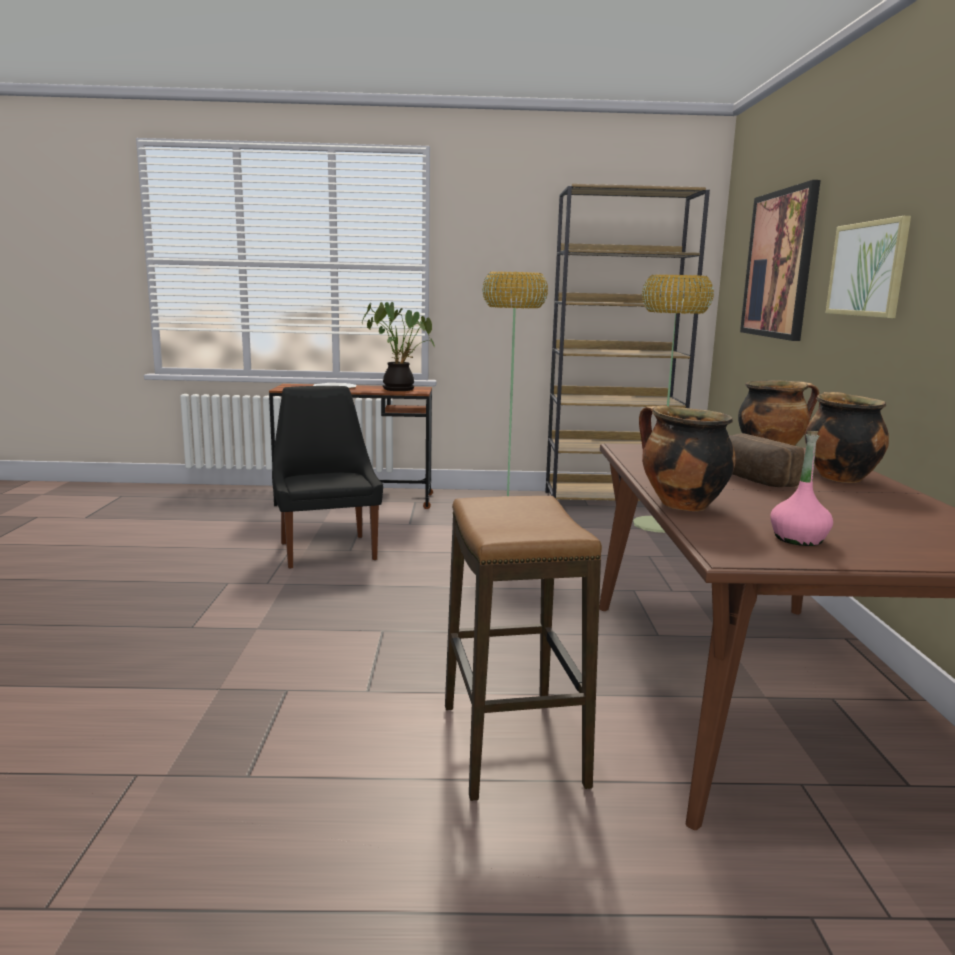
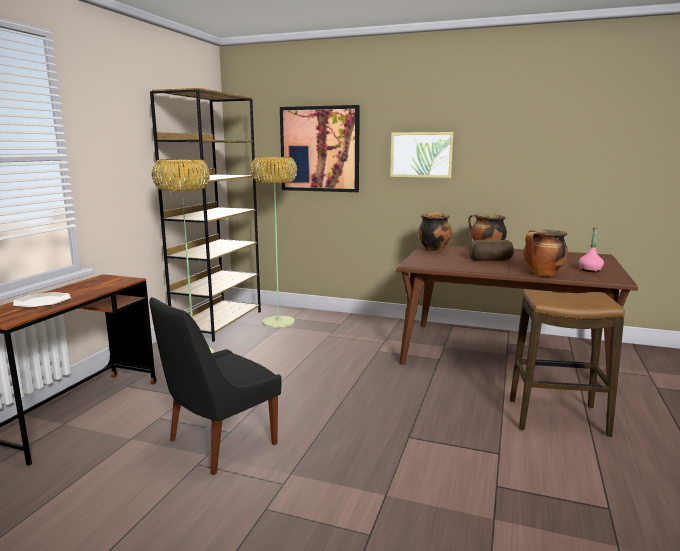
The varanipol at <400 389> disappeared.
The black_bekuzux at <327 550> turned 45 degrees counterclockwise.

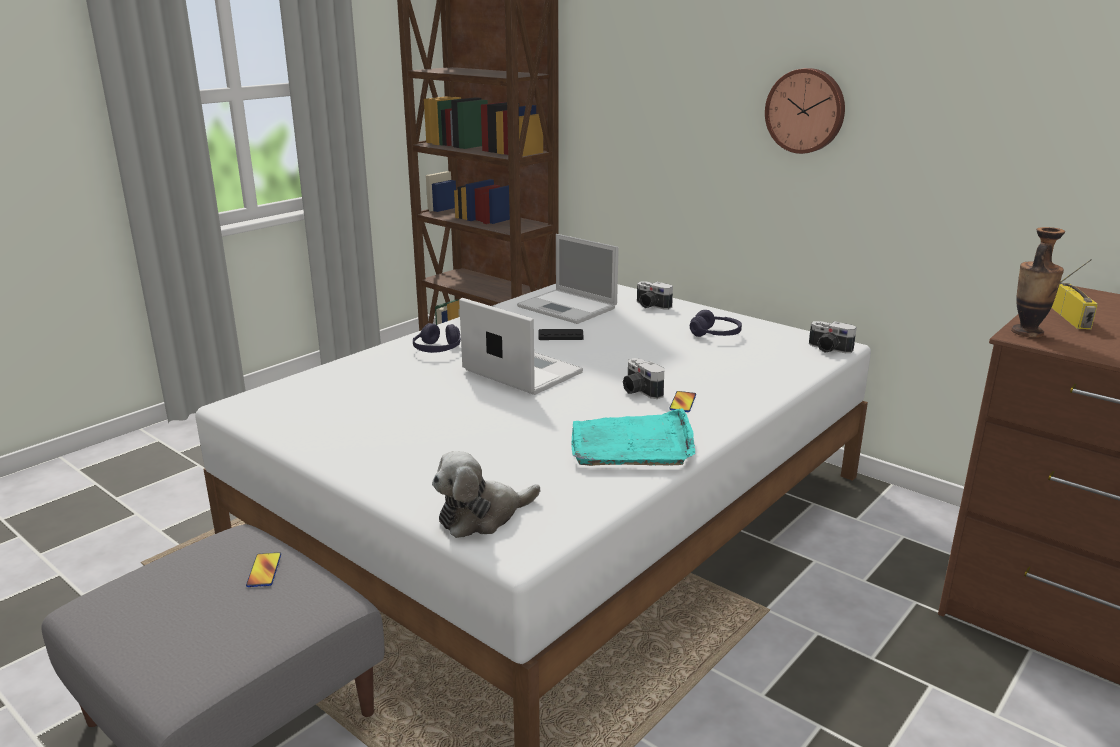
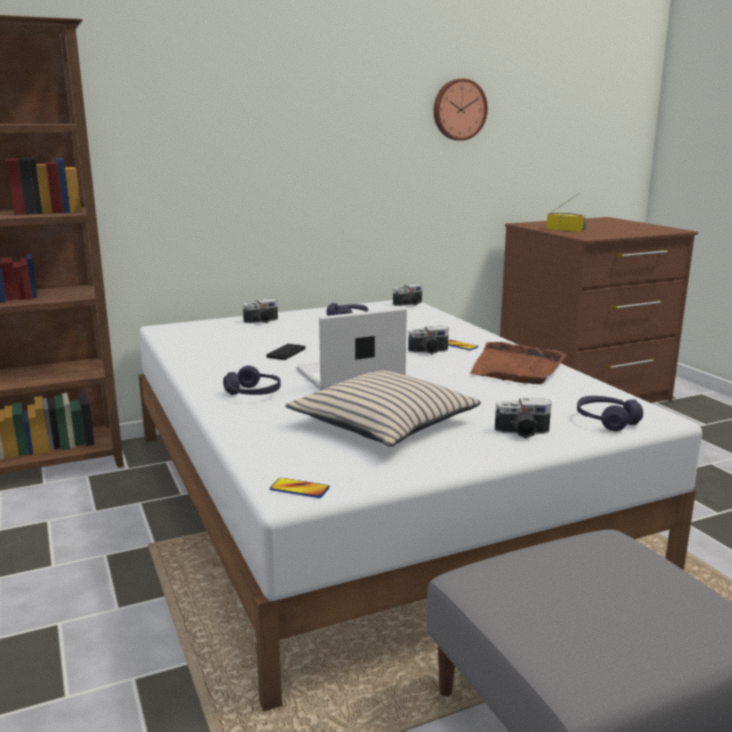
The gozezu moved from <806 110> to <458 110>.
The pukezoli at <1027 332> disappeared.
The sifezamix at <568 307> disappeared.
The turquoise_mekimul at <632 444> became the brown_mekimul at <516 367>.
The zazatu at <482 516> was replaced by the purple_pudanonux at <606 421>.
The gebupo moved from <264 570> to <299 489>.
The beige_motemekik at <384 423> appeared.
The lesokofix at <522 433> appeared.

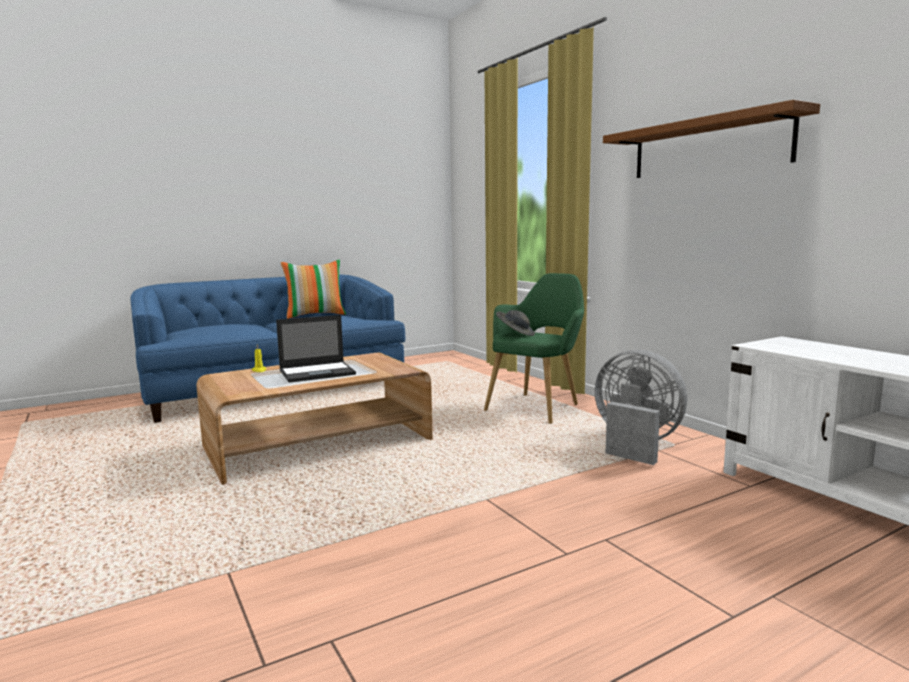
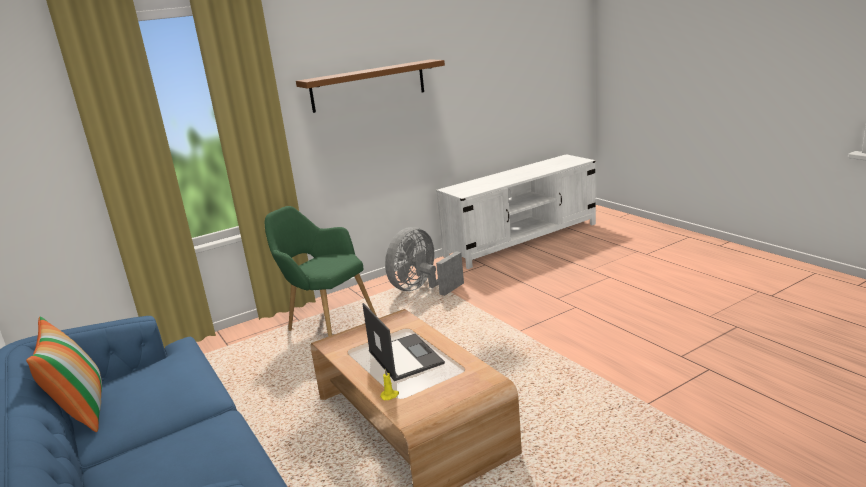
The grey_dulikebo at <515 334> disappeared.

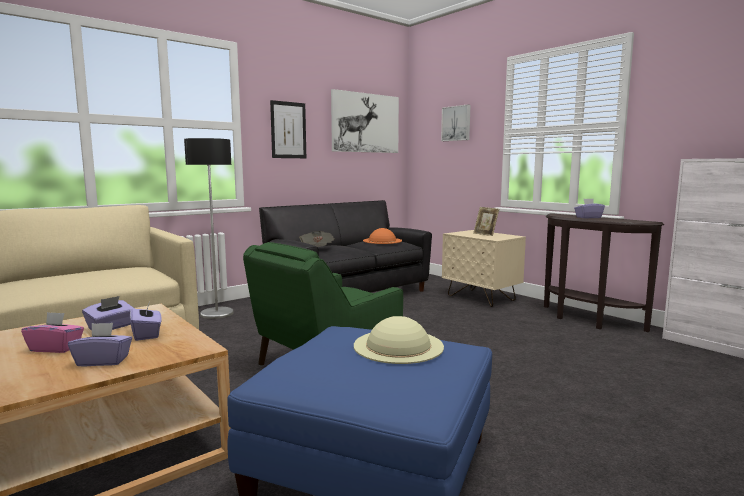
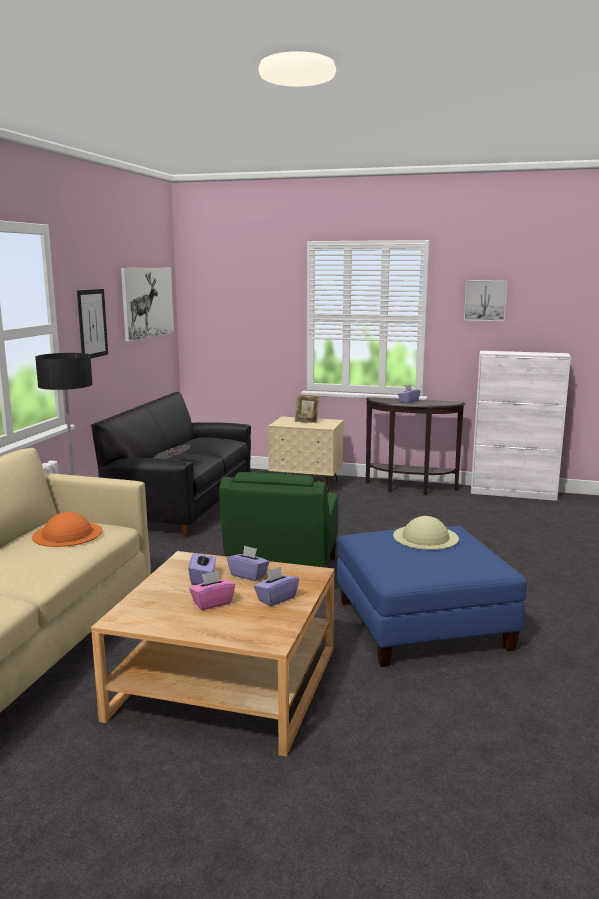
The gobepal moved from <456 123> to <485 300>.
The orange_dulikebo moved from <382 240> to <67 534>.

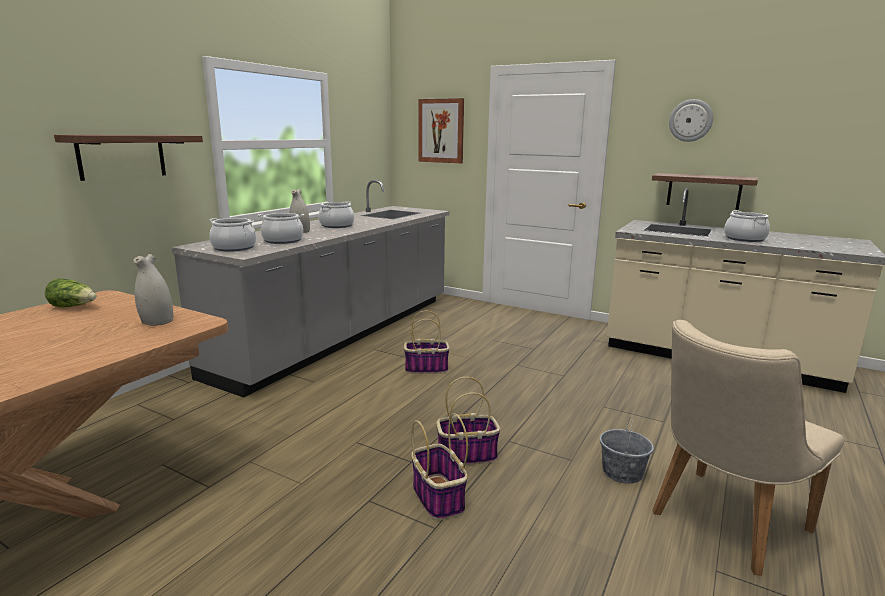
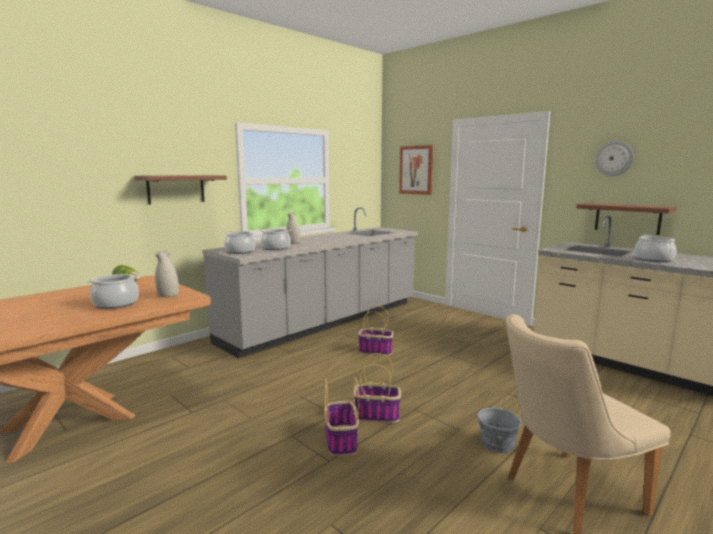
The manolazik moved from <337 226> to <116 304>.

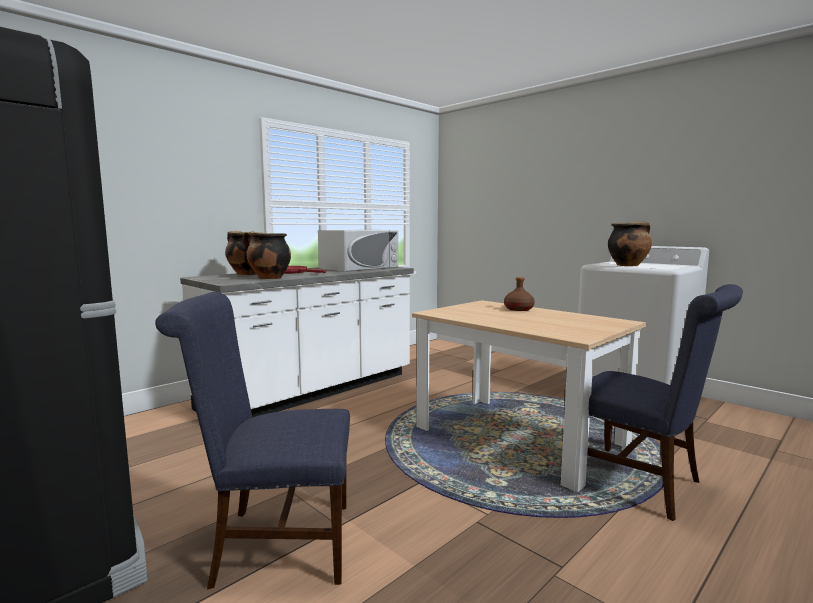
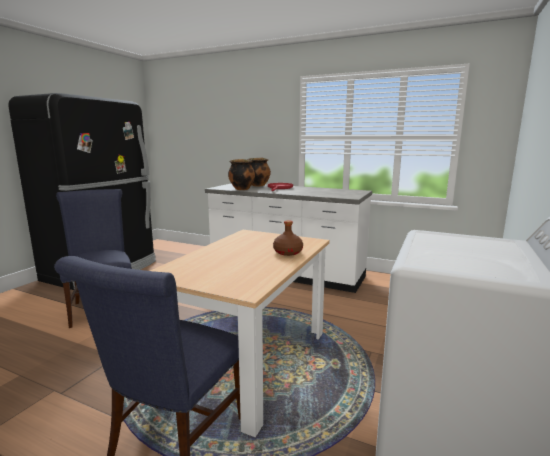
The manolazik at <628 265> disappeared.
The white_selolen at <359 267> disappeared.

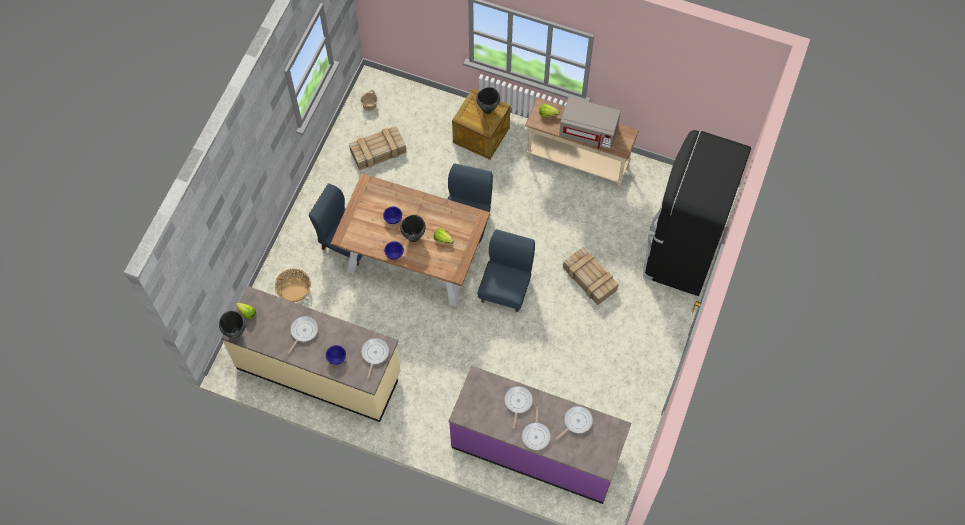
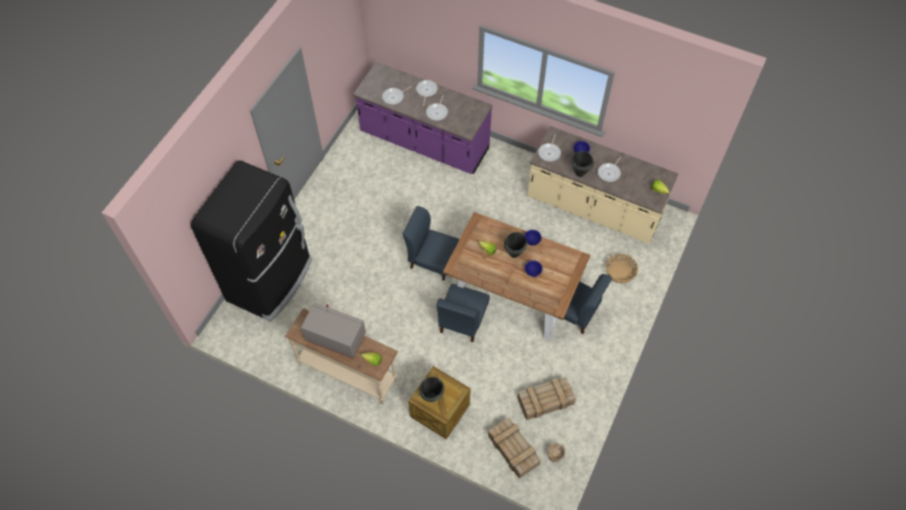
The blue_bekuzux at <506 288> turned 90 degrees clockwise.
The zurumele moved from <588 278> to <514 450>.
The black_manolazik moved from <236 333> to <579 173>.

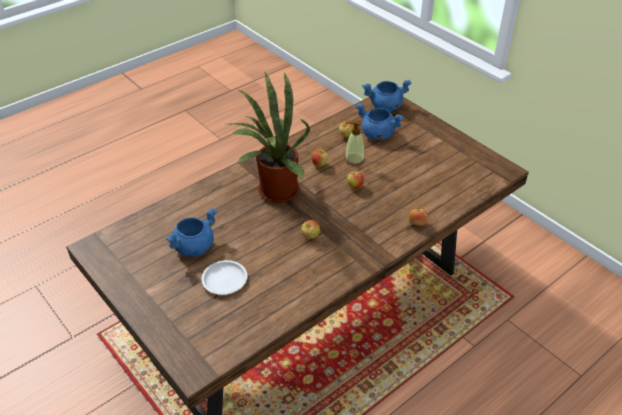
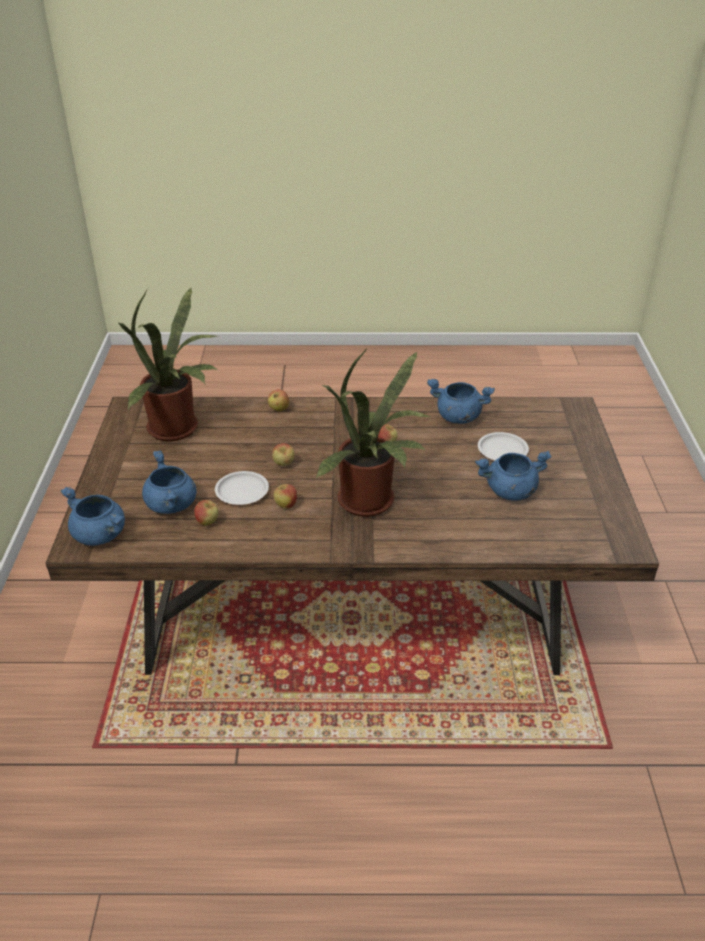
The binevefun at <354 159> was replaced by the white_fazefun at <242 491>.
The varanipol at <178 430> appeared.
The blue_manolazik at <457 417> appeared.

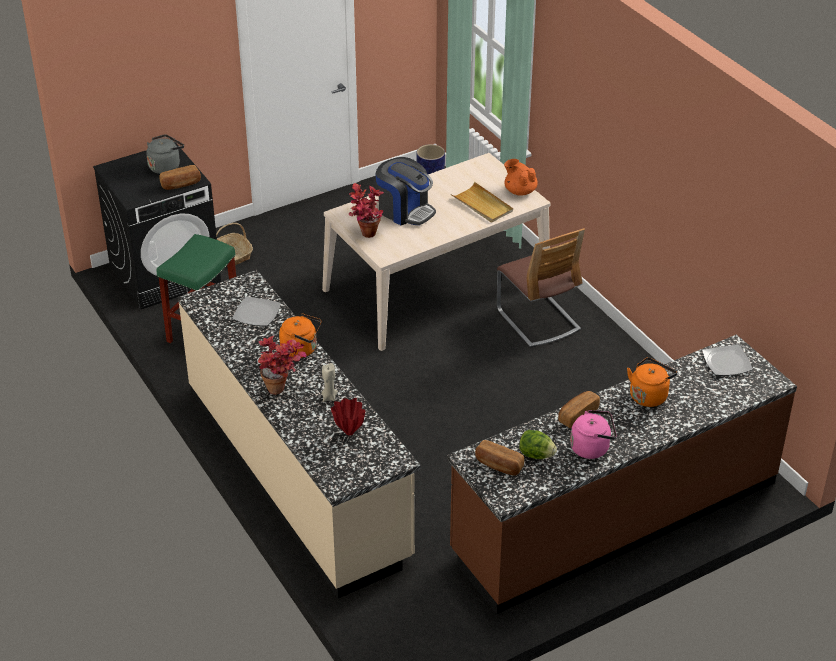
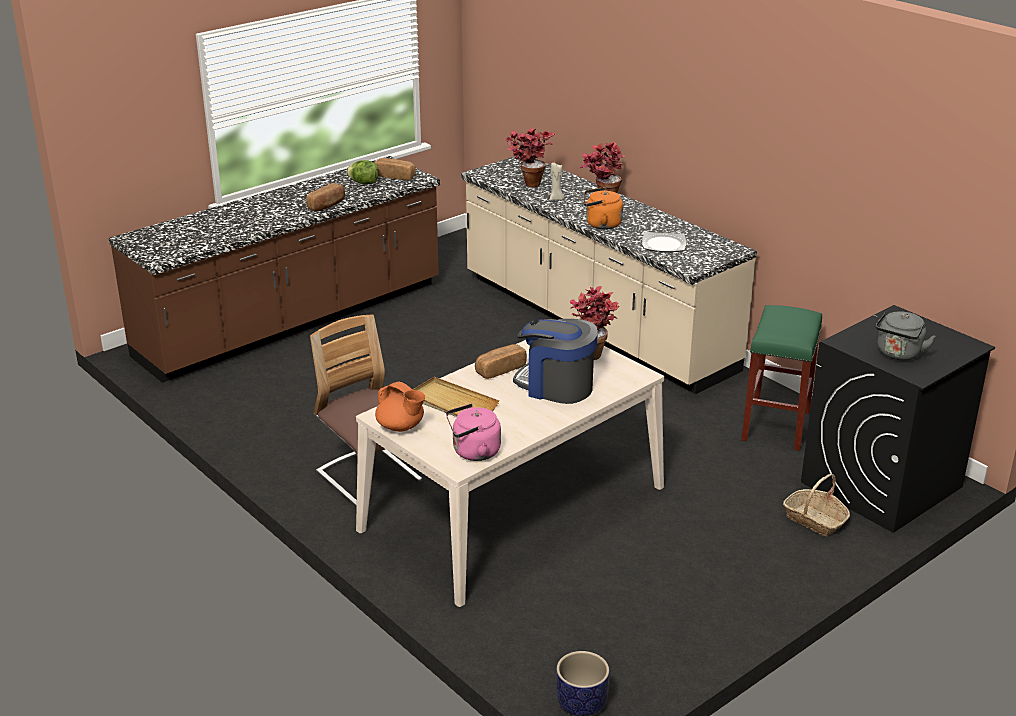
The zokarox moved from <181 184> to <500 369>.
The fazefun at <726 362> disappeared.
The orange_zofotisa at <649 395> disappeared.
The red_pukezoli at <349 432> was replaced by the varanipol at <528 183>.
The pink_zofotisa moved from <592 447> to <473 452>.

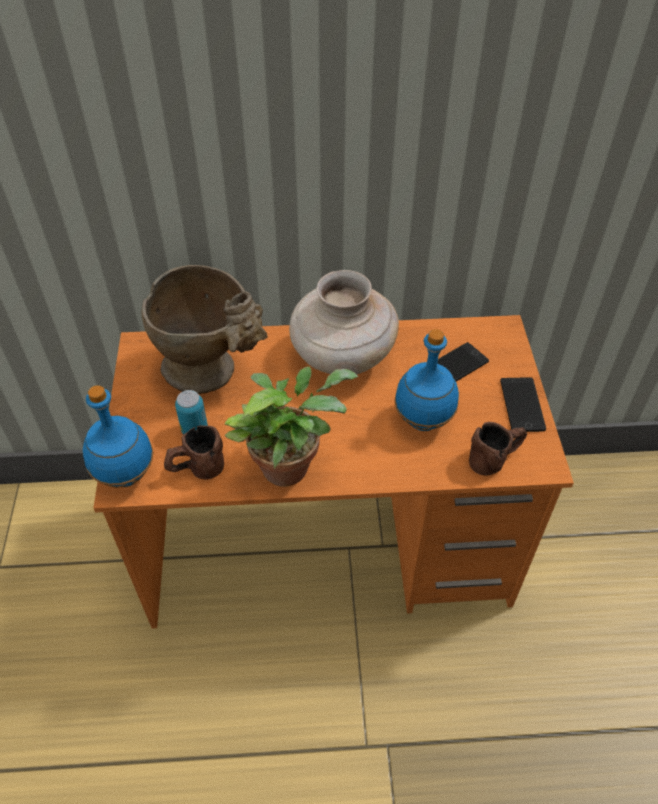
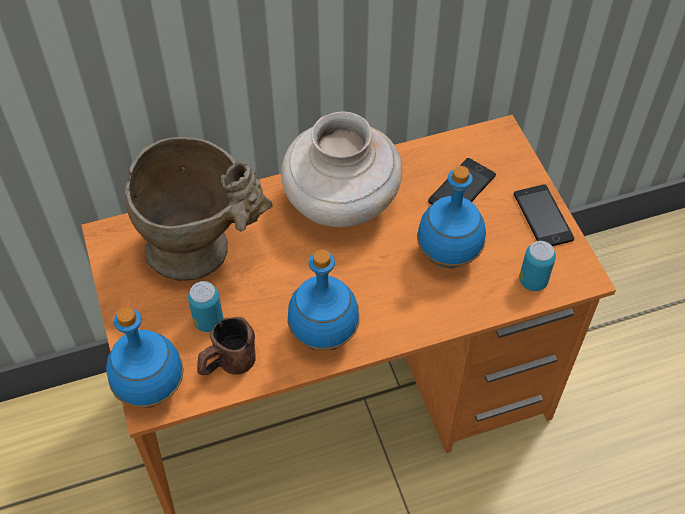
The varanipol at <290 464> was replaced by the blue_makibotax at <325 336>.
The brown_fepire at <495 458> was replaced by the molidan at <533 281>.

